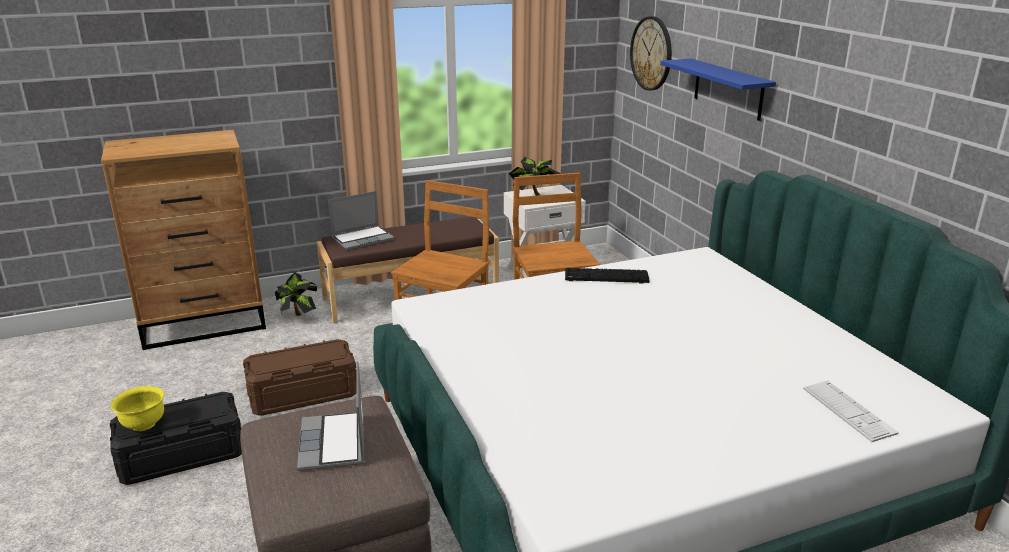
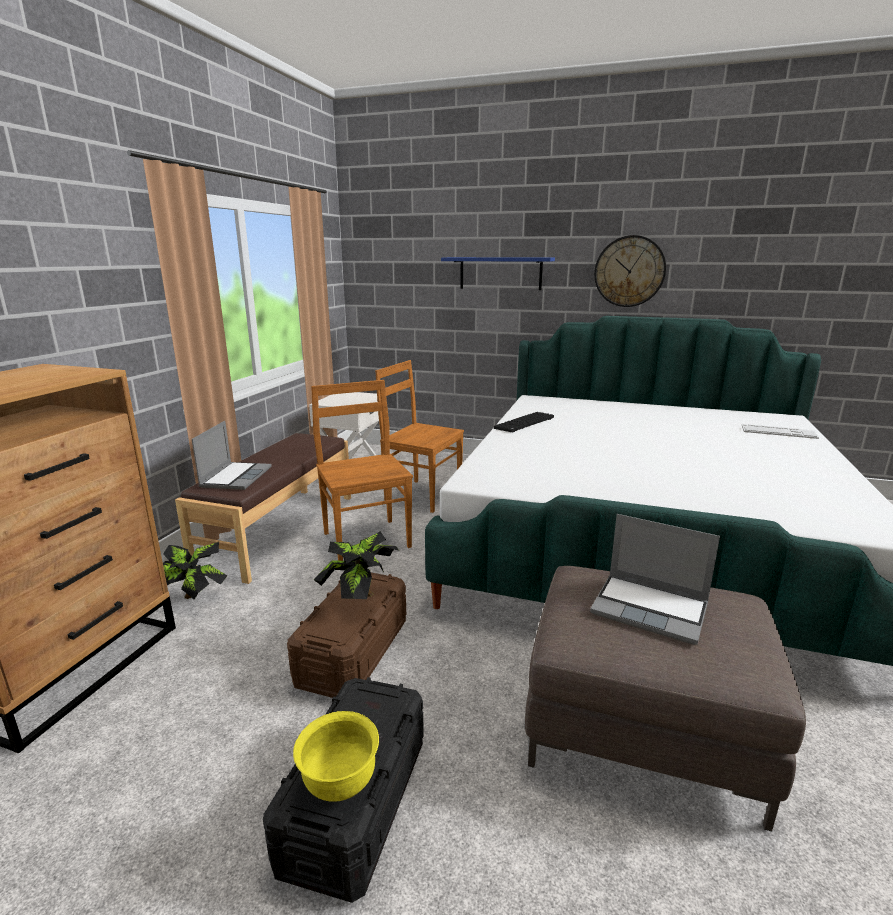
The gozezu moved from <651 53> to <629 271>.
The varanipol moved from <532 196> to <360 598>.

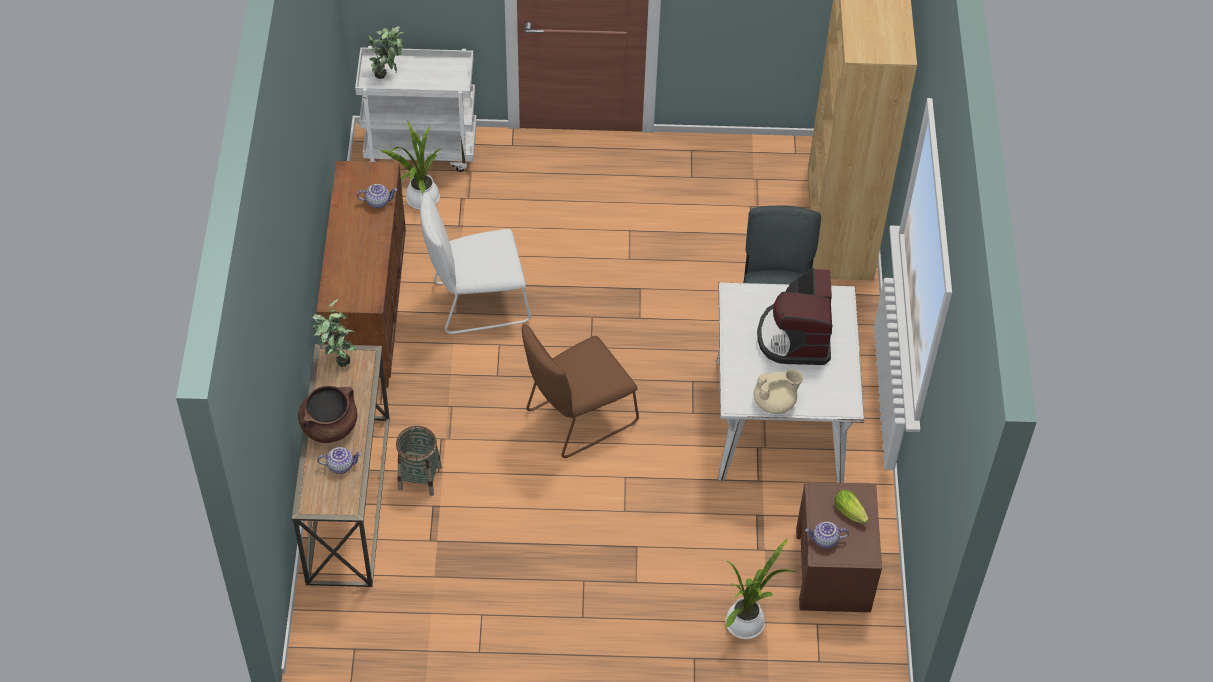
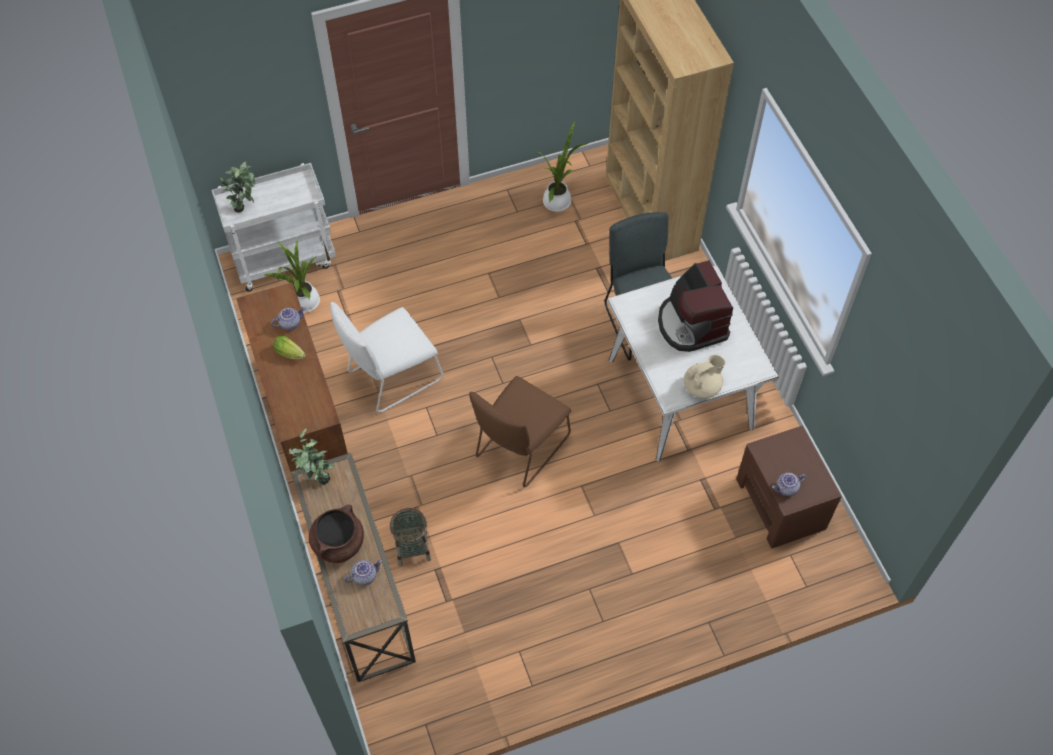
The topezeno moved from <851 513> to <291 353>.
The varanipol moved from <747 622> to <558 200>.

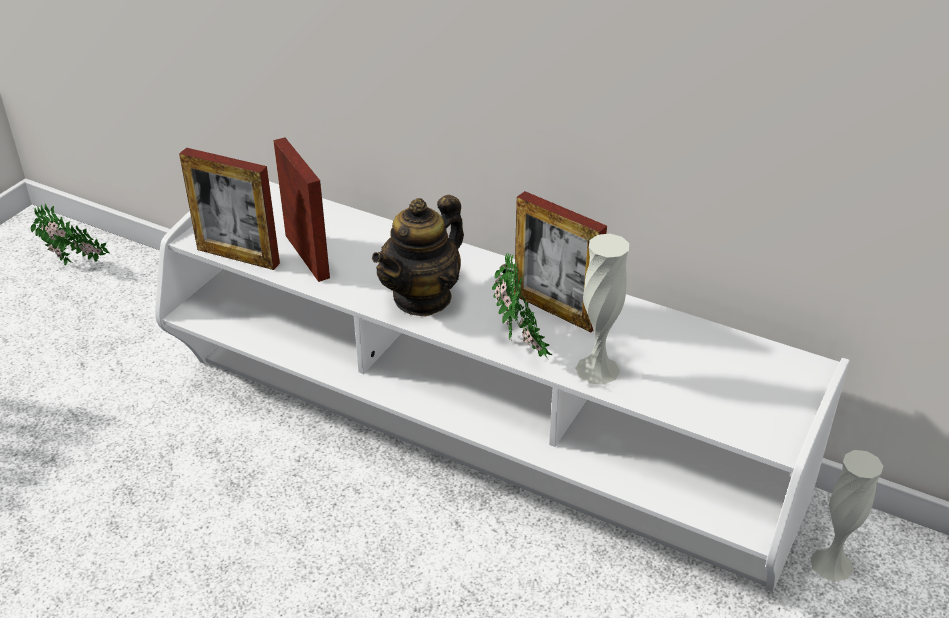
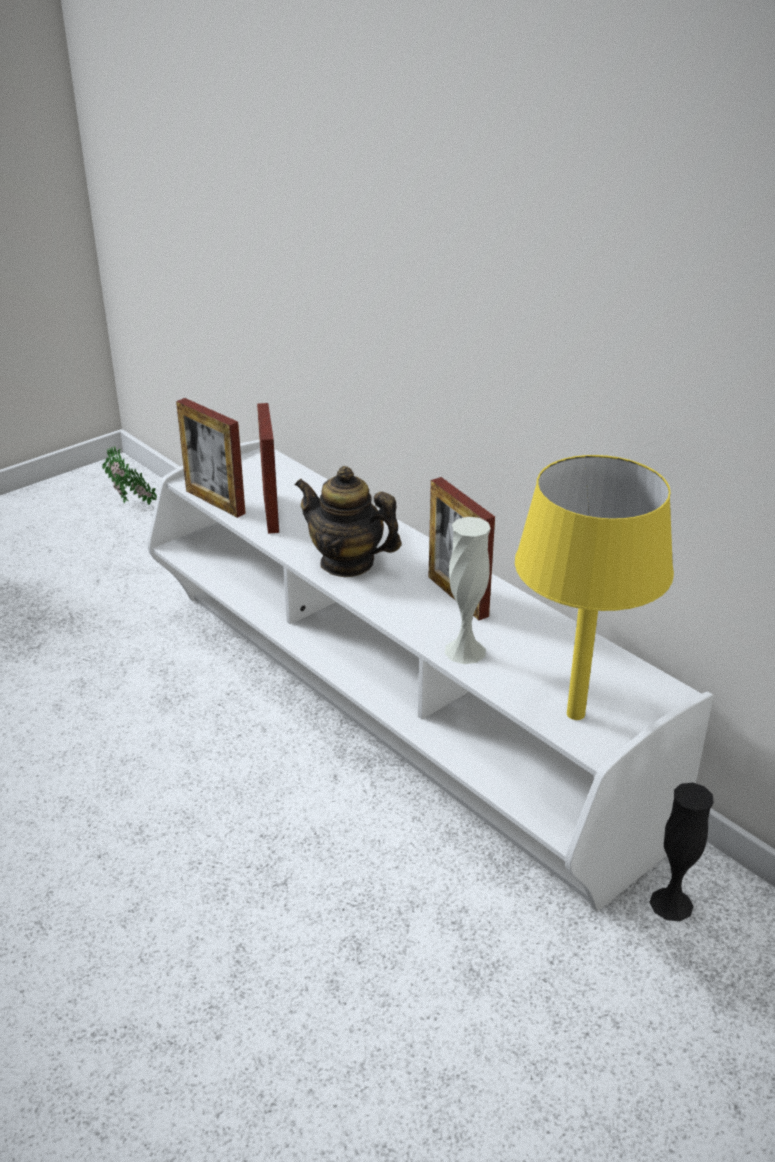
The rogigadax at <422 297> turned 60 degrees clockwise.
The varanipol at <519 346> disappeared.
The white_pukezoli at <831 564> became the black_pukezoli at <671 904>.
The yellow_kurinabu at <576 714> appeared.

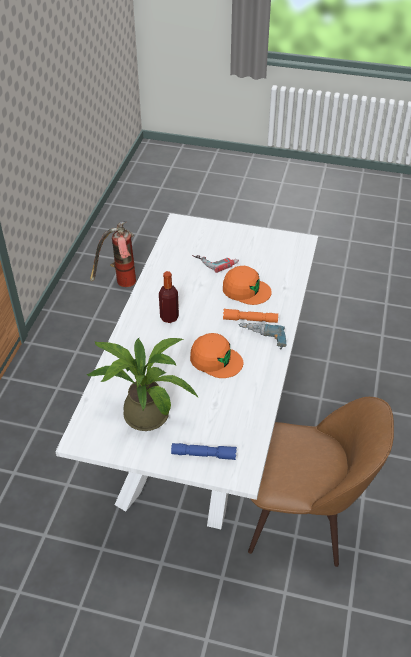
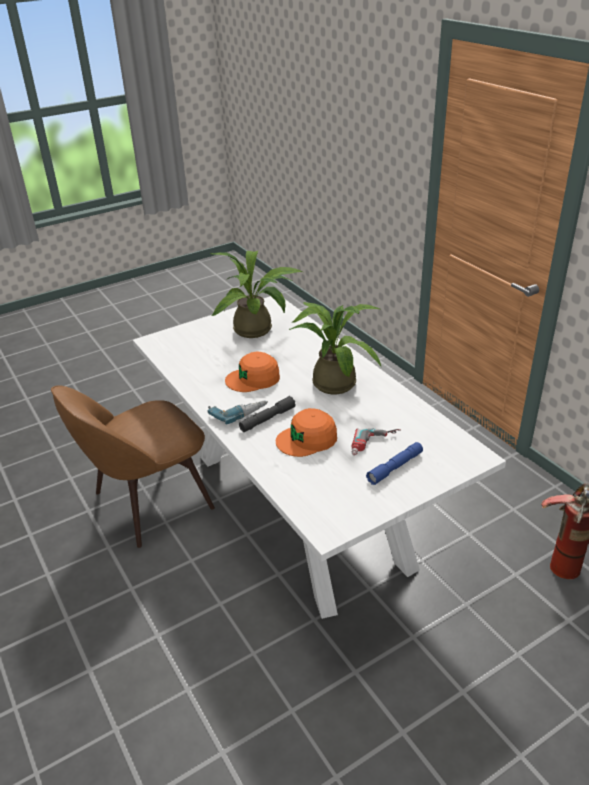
The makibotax at <169 317> was replaced by the varanipol at <332 380>.
The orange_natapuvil at <250 320> became the grey_natapuvil at <267 419>.
The blue_natapuvil moved from <203 454> to <395 467>.

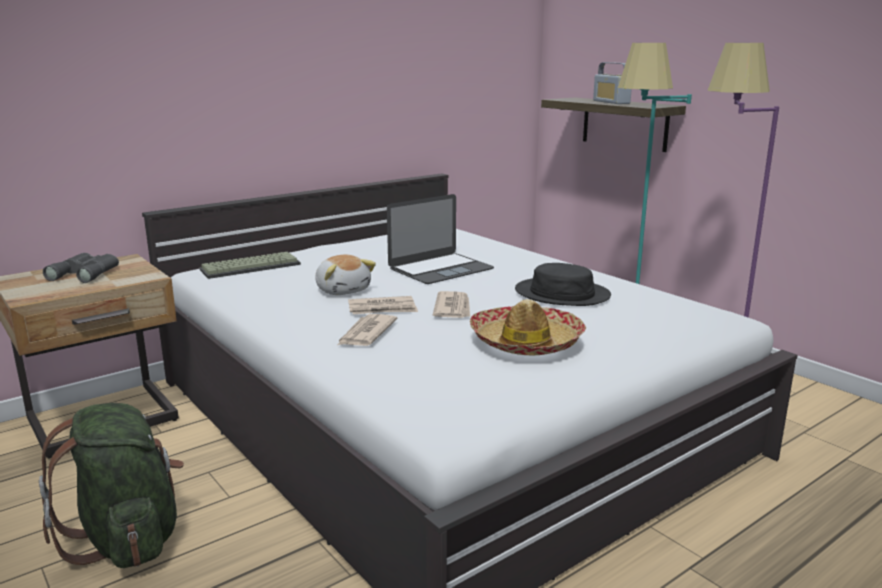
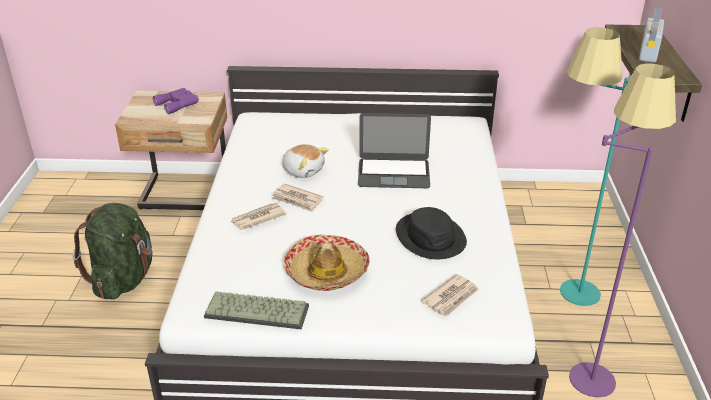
The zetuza moved from <251 266> to <258 310>.
The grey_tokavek at <86 273> became the purple_tokavek at <178 104>.
The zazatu at <343 290> turned 60 degrees counterclockwise.
The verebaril moved from <453 308> to <451 297>.

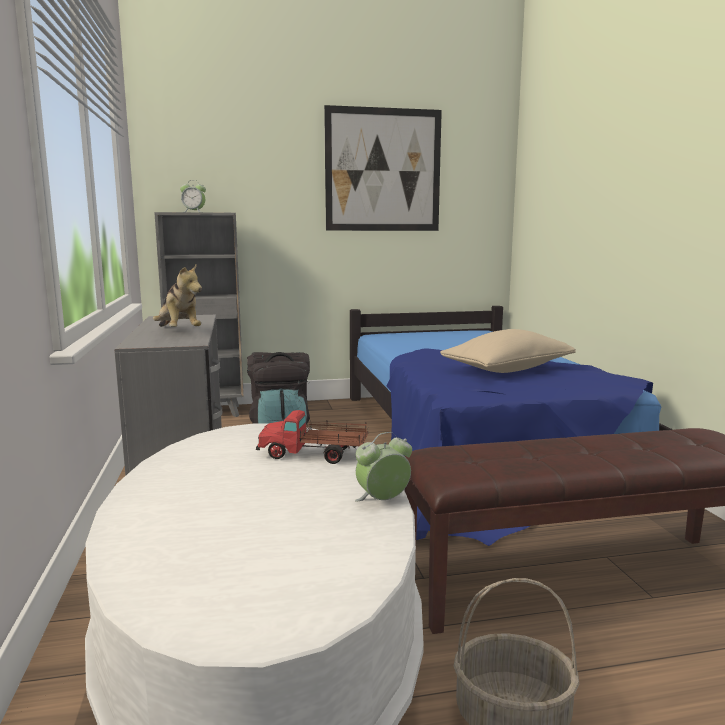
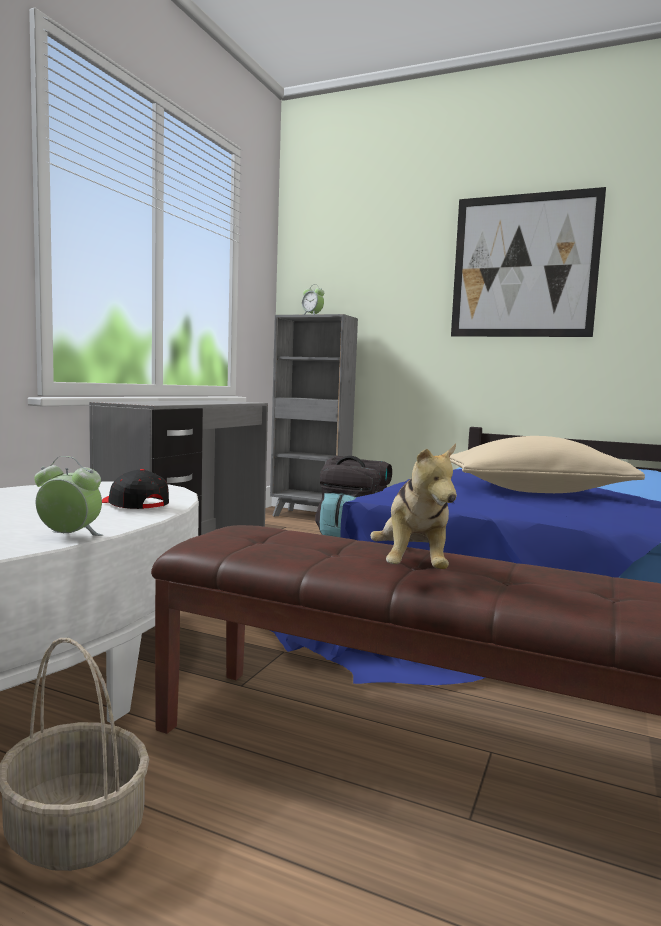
The zazatu moved from <178 332> to <412 568>.
The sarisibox at <315 455> was replaced by the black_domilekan at <134 505>.

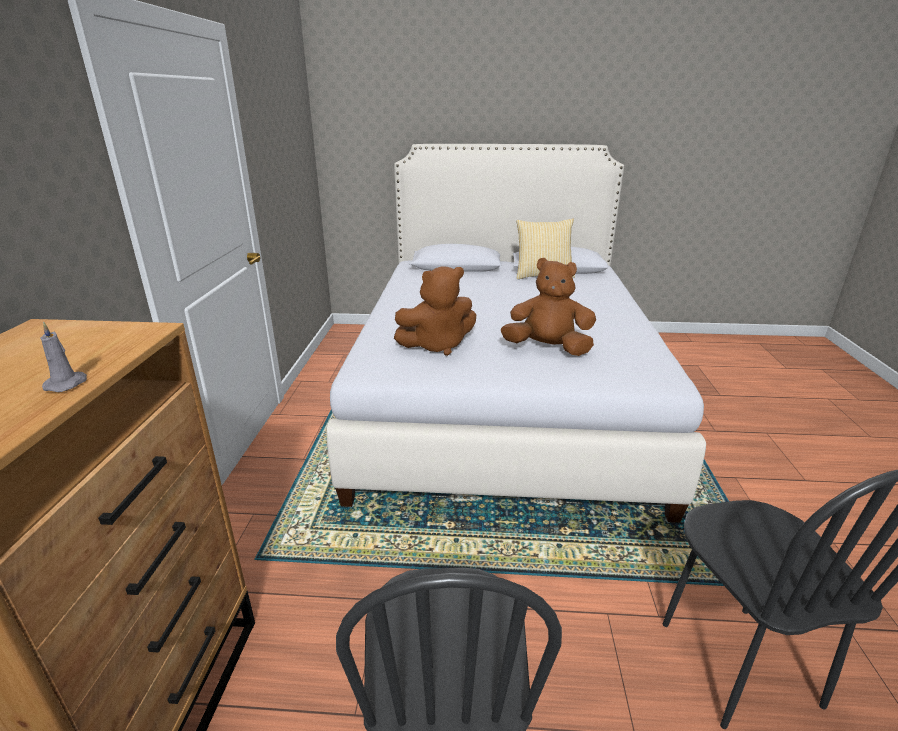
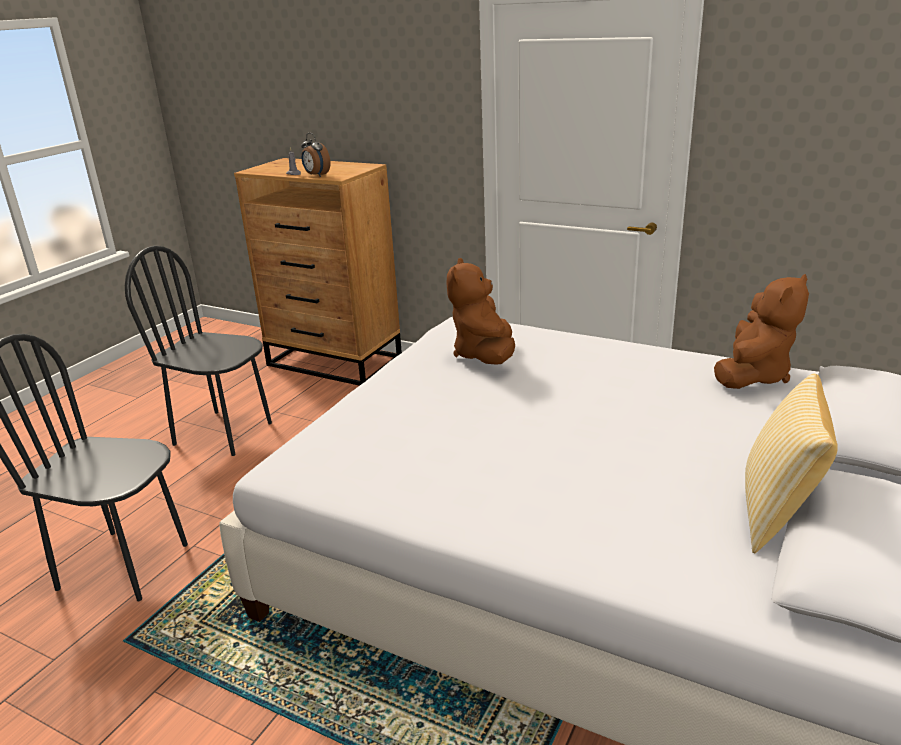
The brown_zazatu moved from <548 348> to <753 375>.
The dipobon at <316 175> appeared.

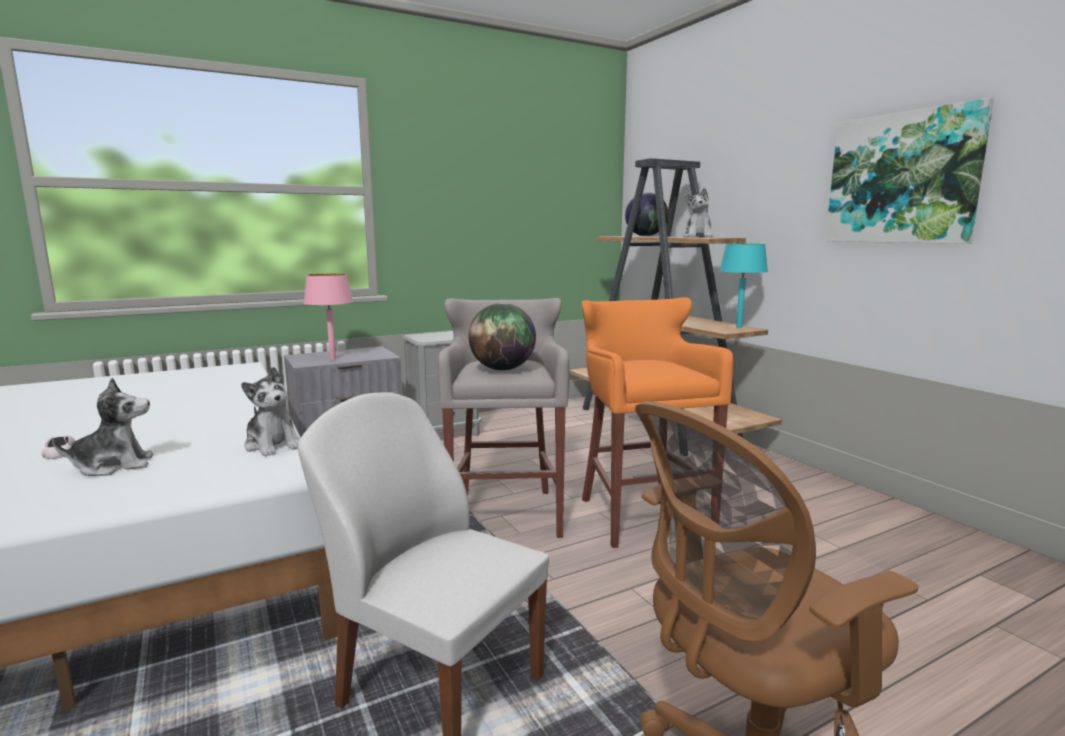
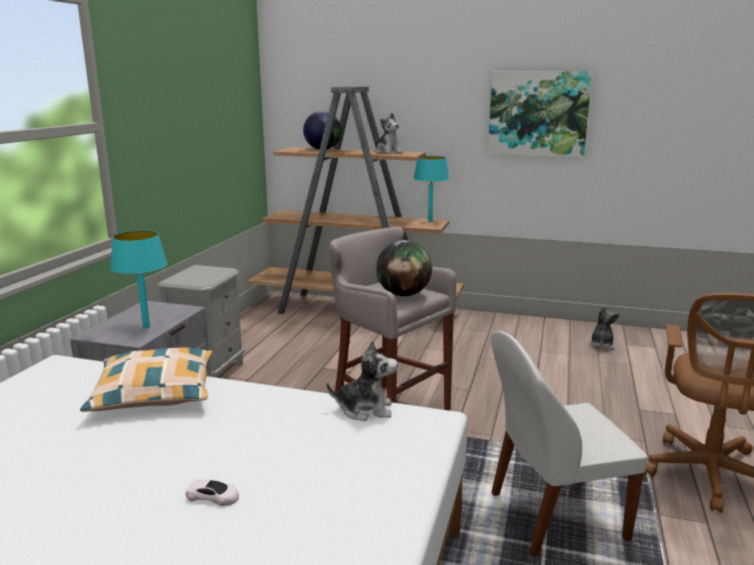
The pink_kurinabu at <332 359> became the turquoise_kurinabu at <146 327>.
The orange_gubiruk at <641 514> disappeared.
The zazatu moved from <113 466> to <601 345>.
The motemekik at <154 392> appeared.

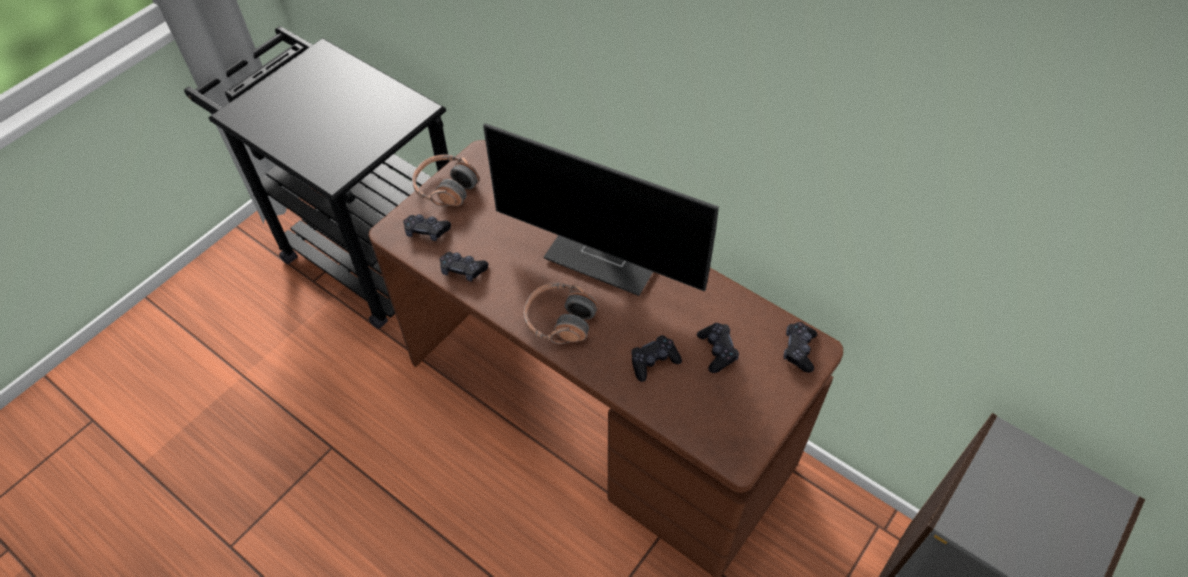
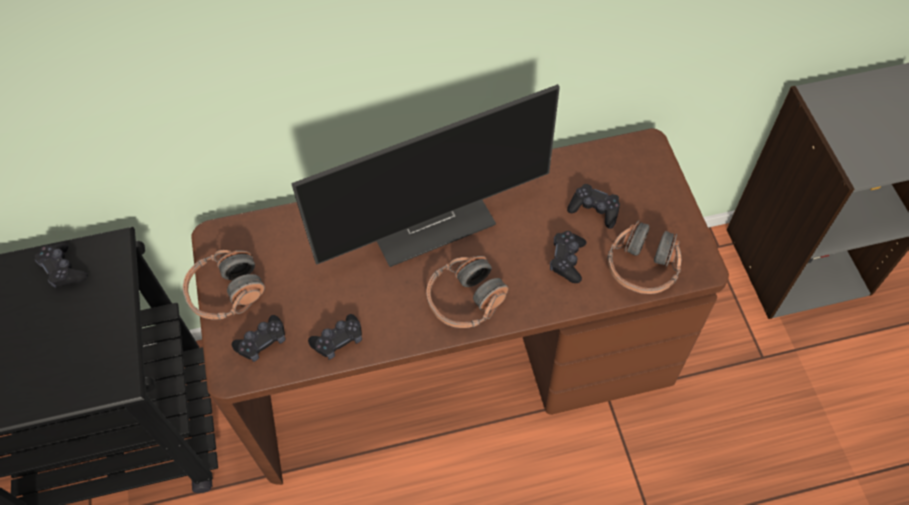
The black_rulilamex moved from <799 350> to <63 270>.
The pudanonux at <642 267> appeared.

